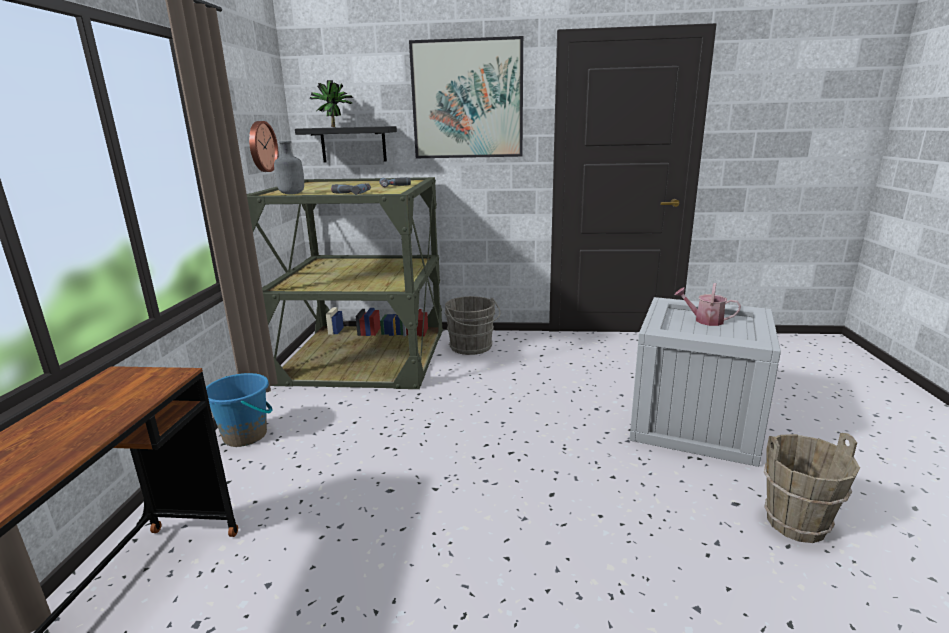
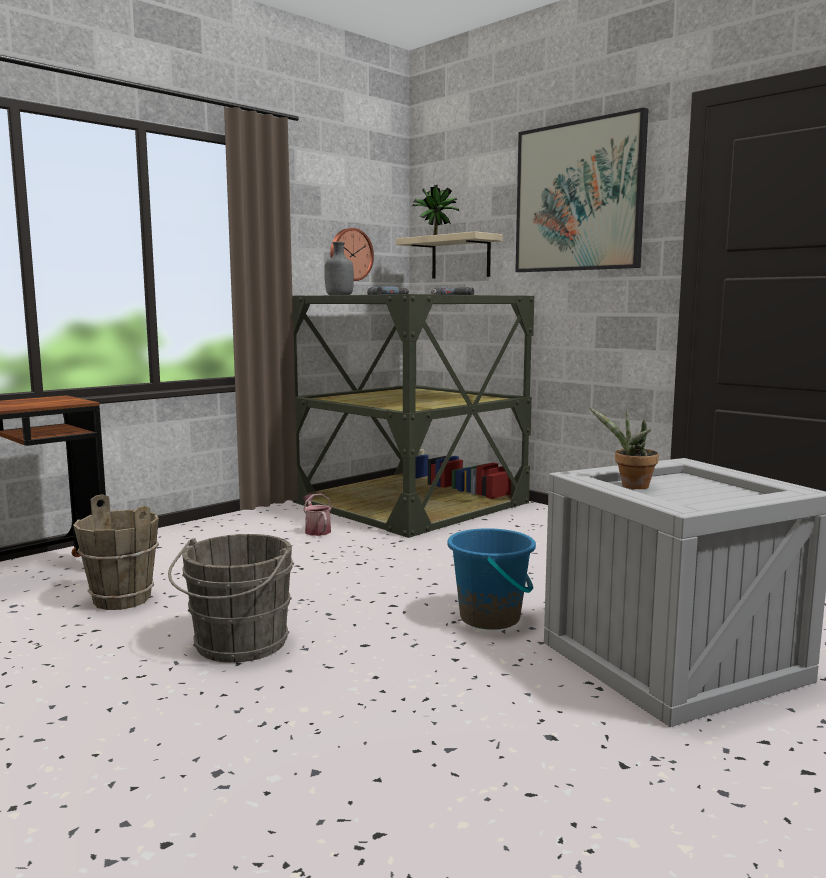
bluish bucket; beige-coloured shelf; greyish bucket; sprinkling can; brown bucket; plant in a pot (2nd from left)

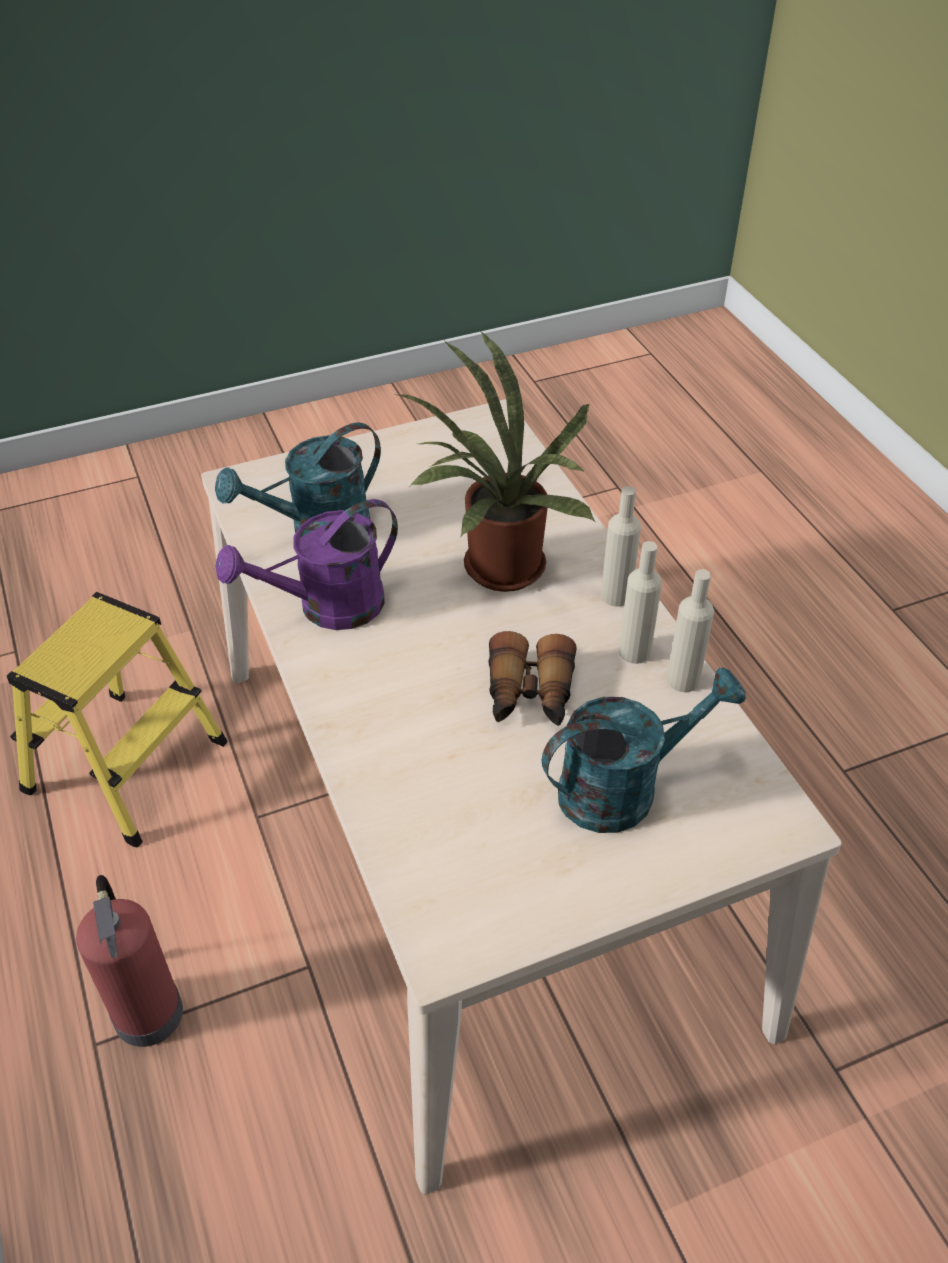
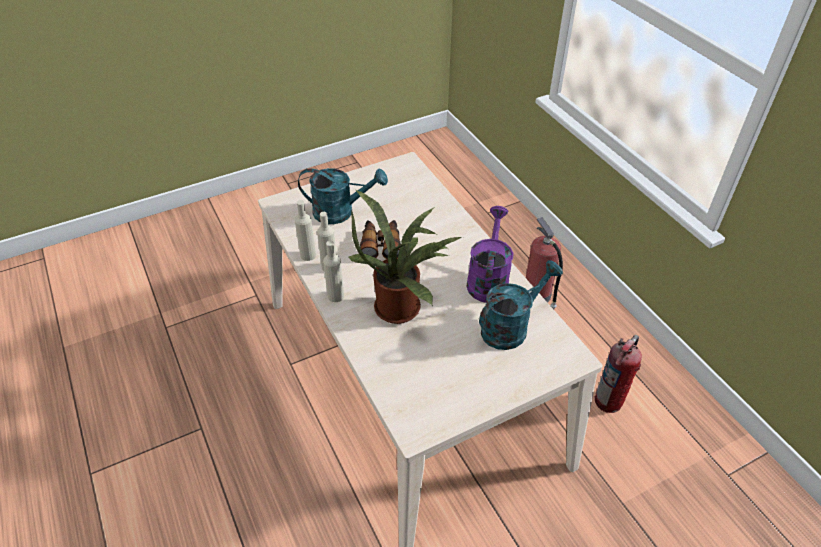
fire extinguisher (2nd from left); purplish sprinkling can; turquoise sprinkling can (1st from left)

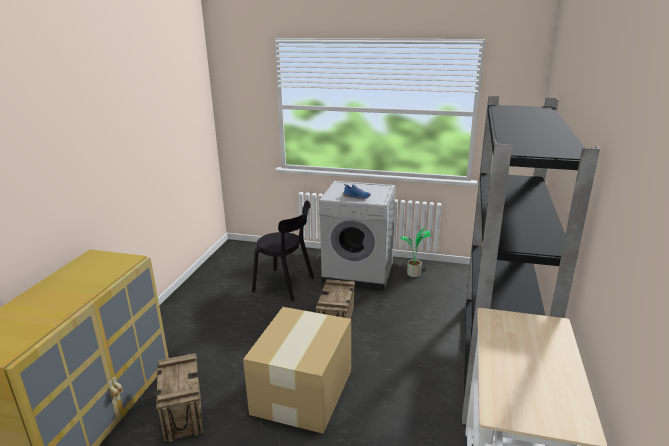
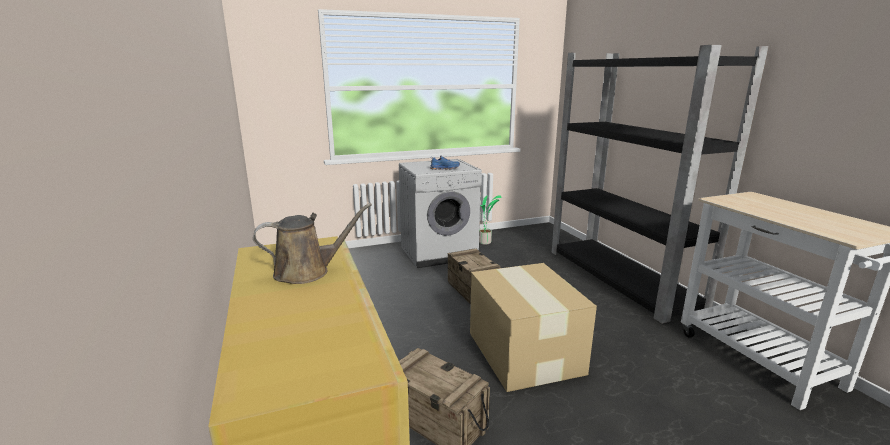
black-coloured chair; brown sprinkling can

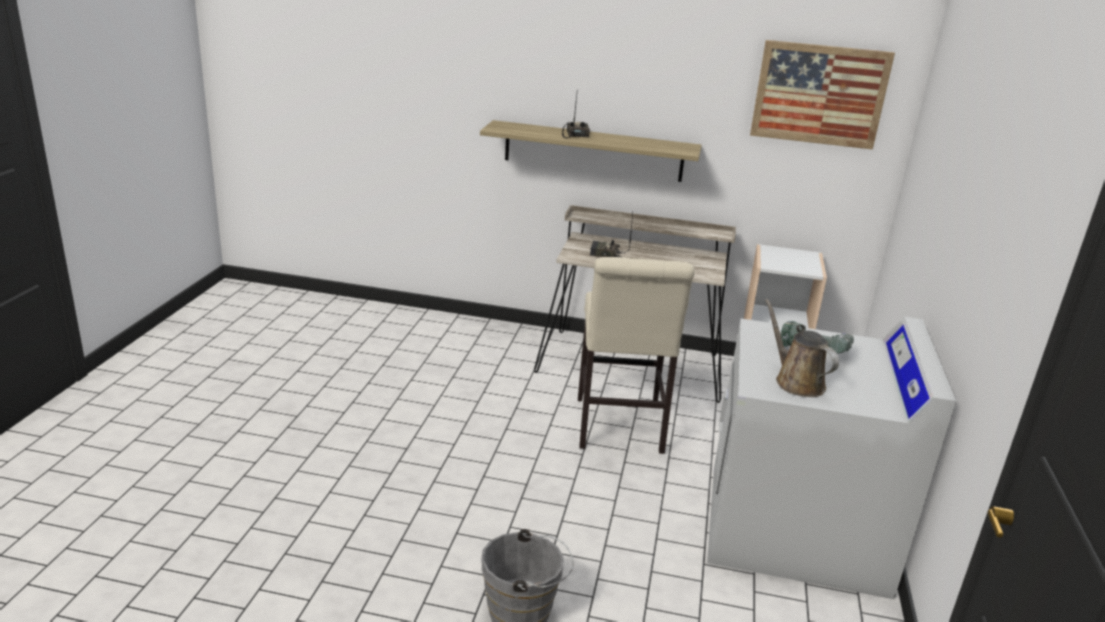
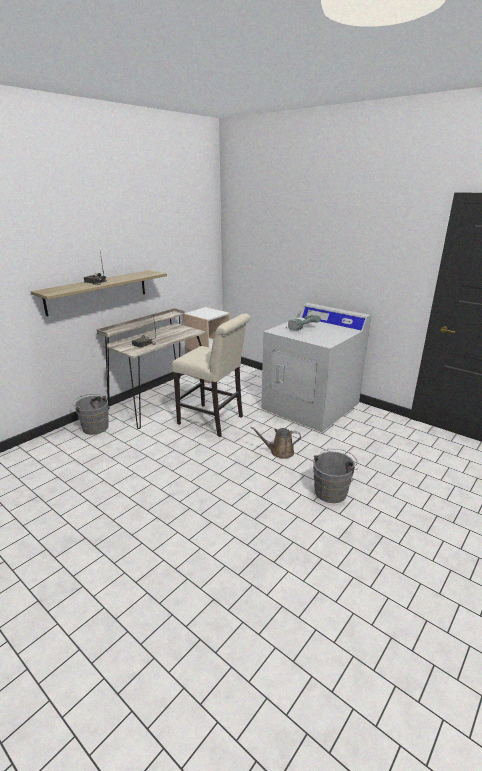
wall art; brown sprinkling can; greyish bucket (1st from left)

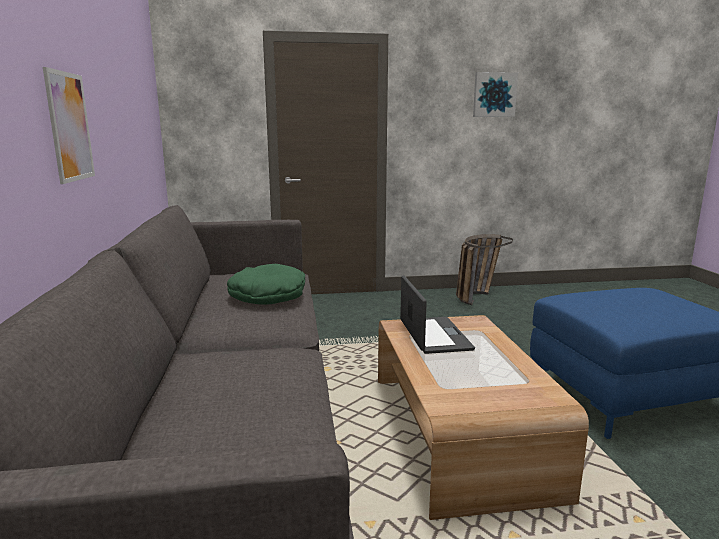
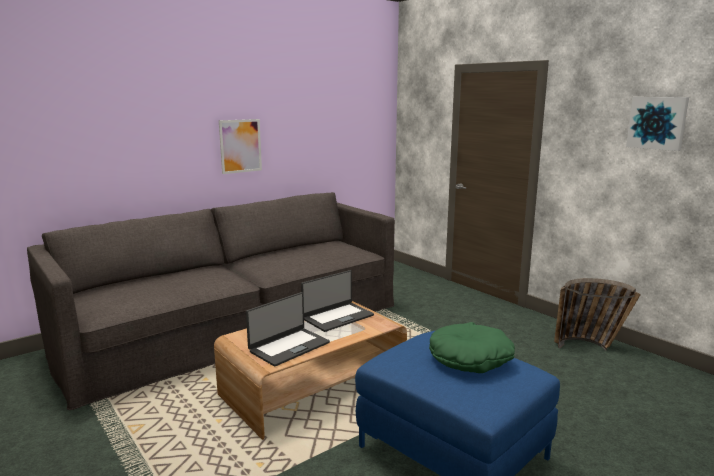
greenish throw pillow; laptop (1st from left)

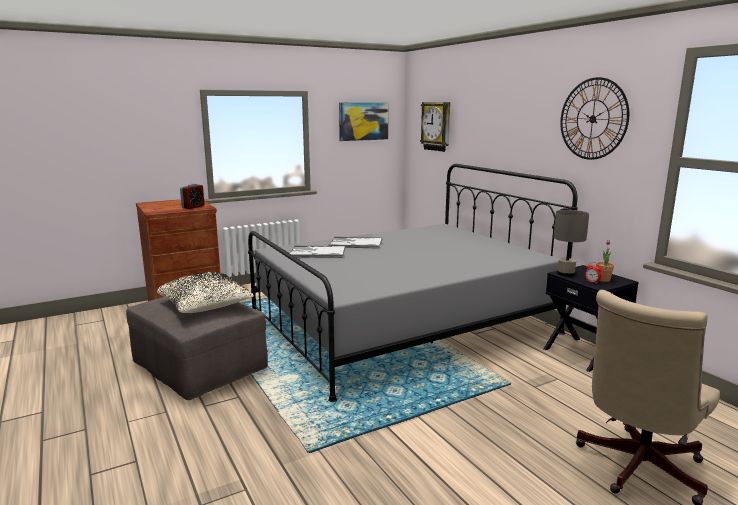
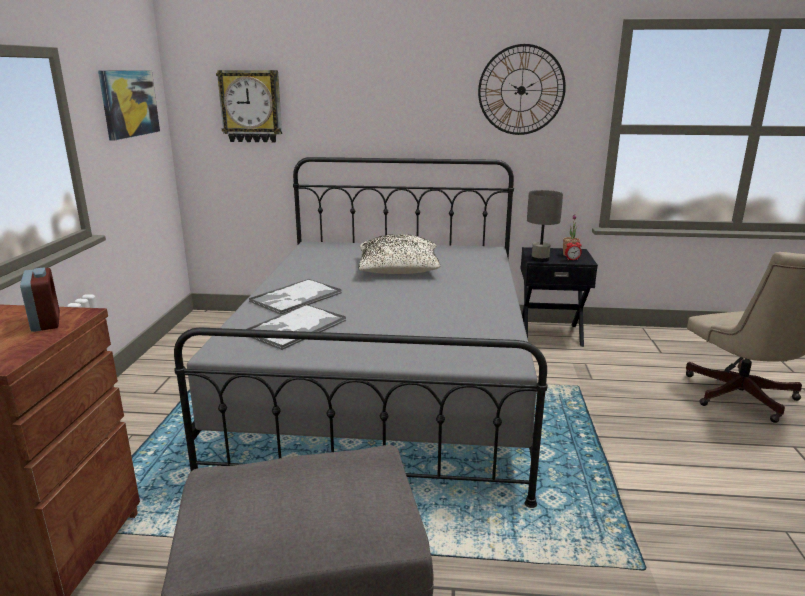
beige-coloured throw pillow

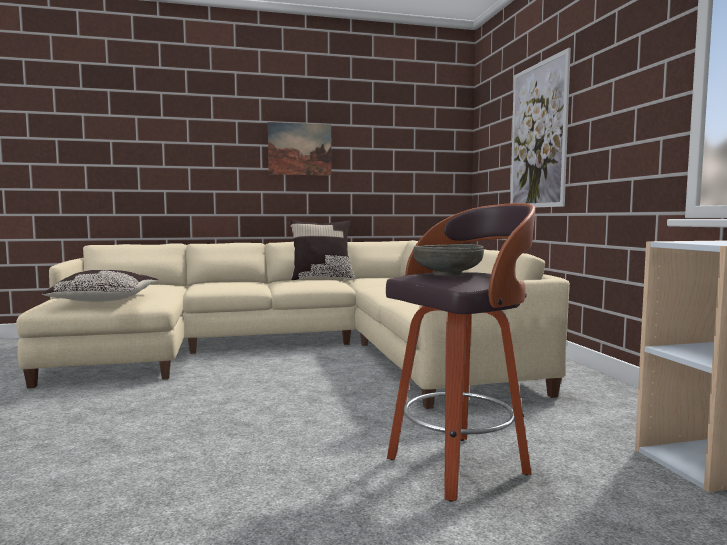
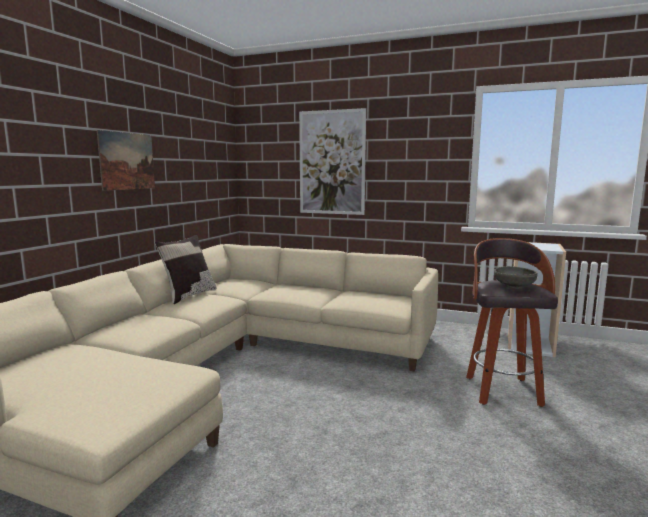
throw pillow (1st from left in the first image)

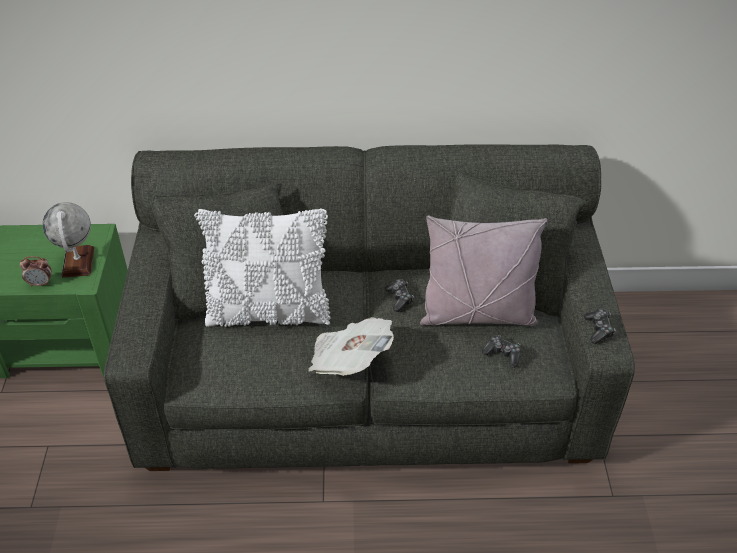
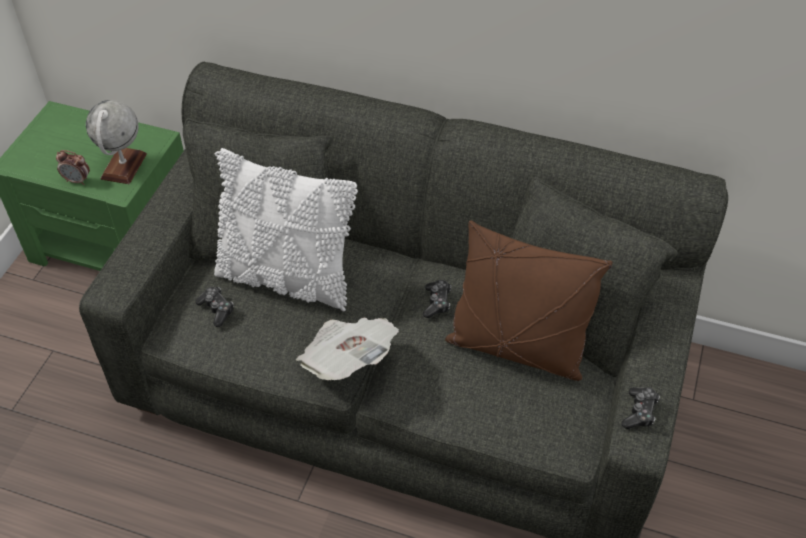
brown throw pillow; gamepad (1st from left)

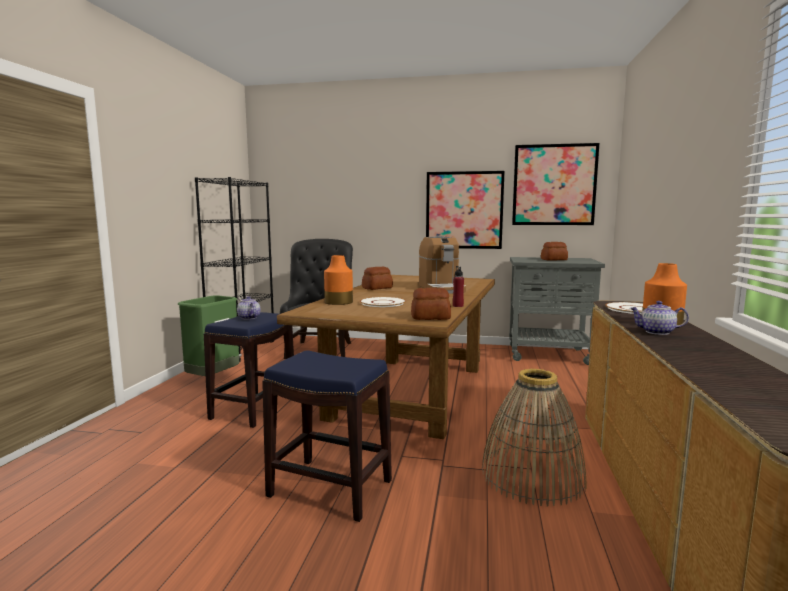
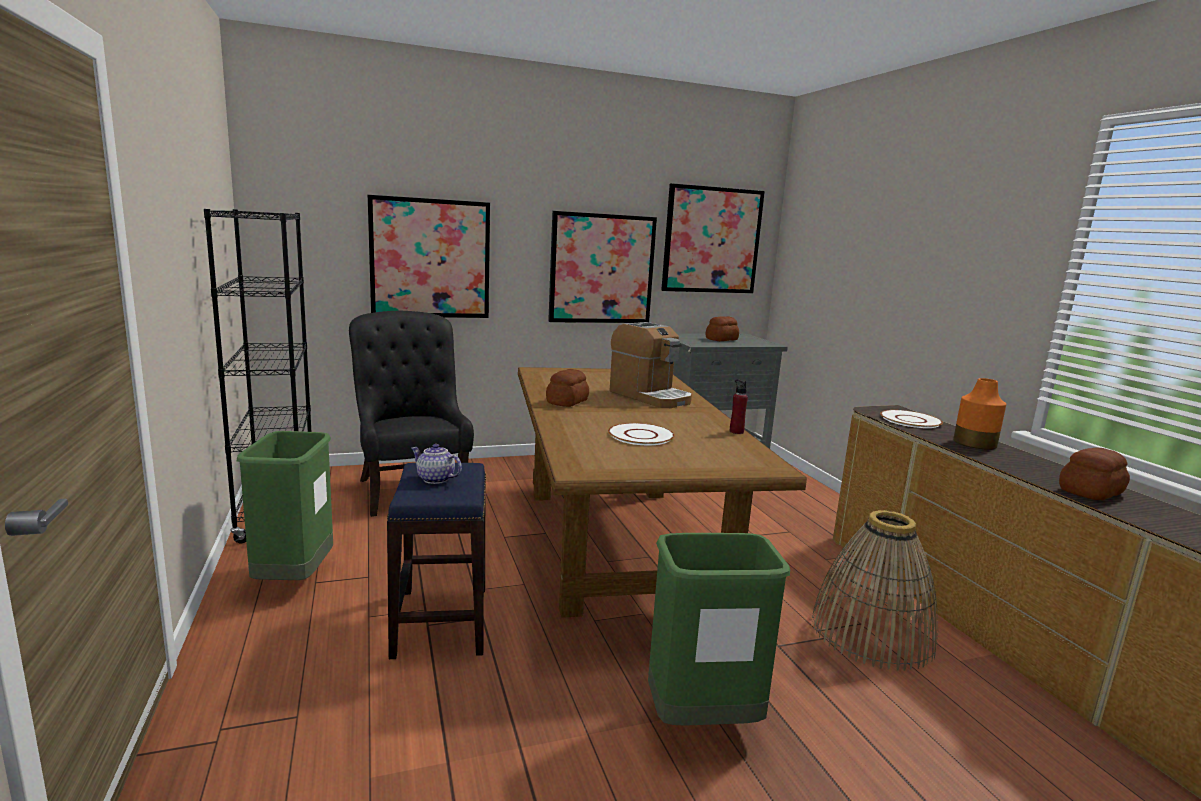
greenish waste bin (2nd from left); orange-coloured vase (1st from left in the first image); baked bread (3rd from left); pot for tea (2nd from left in the first image); wall art (1st from left)

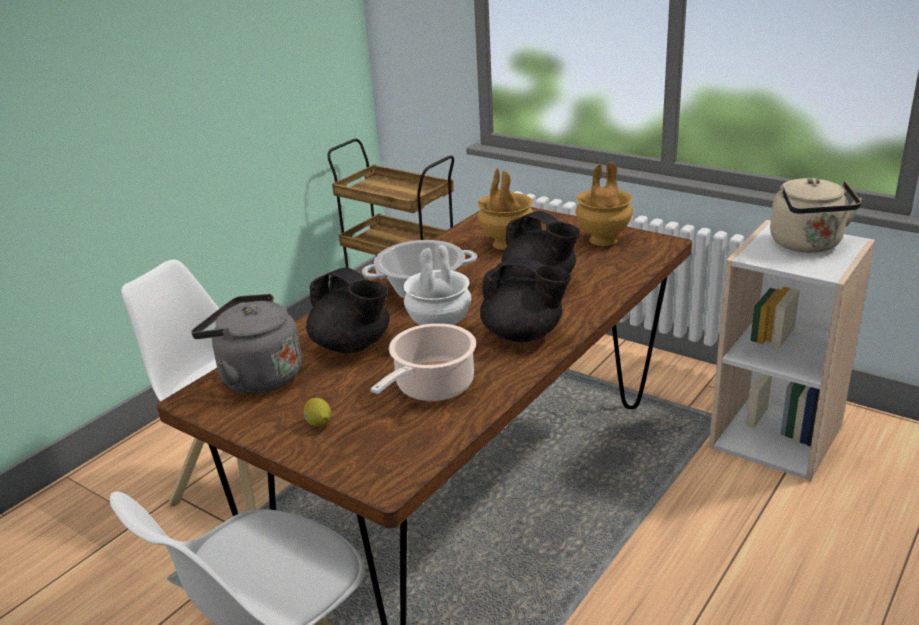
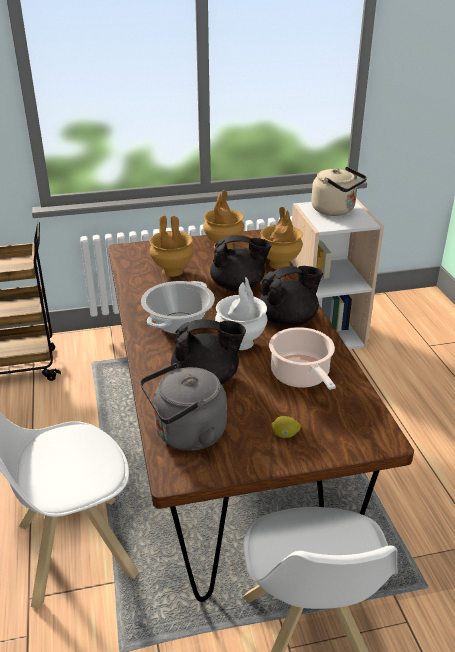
brown vase (3rd from left)

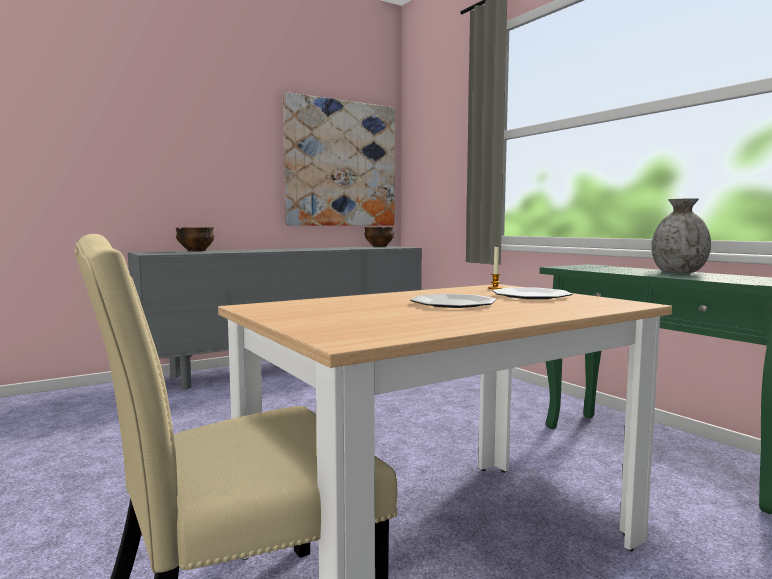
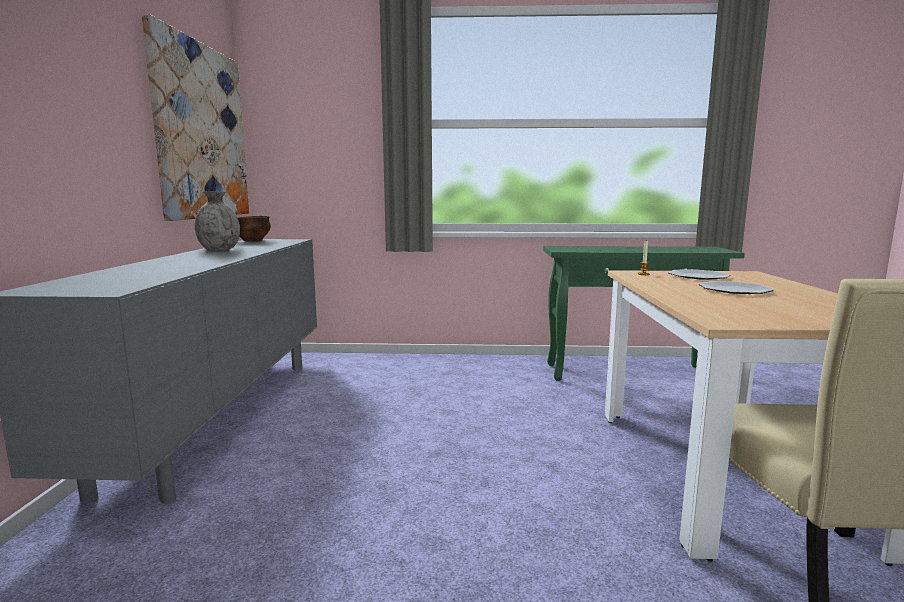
bowl (1st from left in the first image); greyish vase

